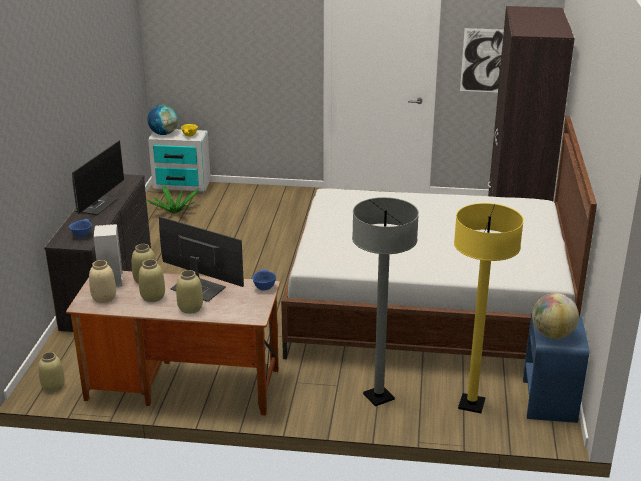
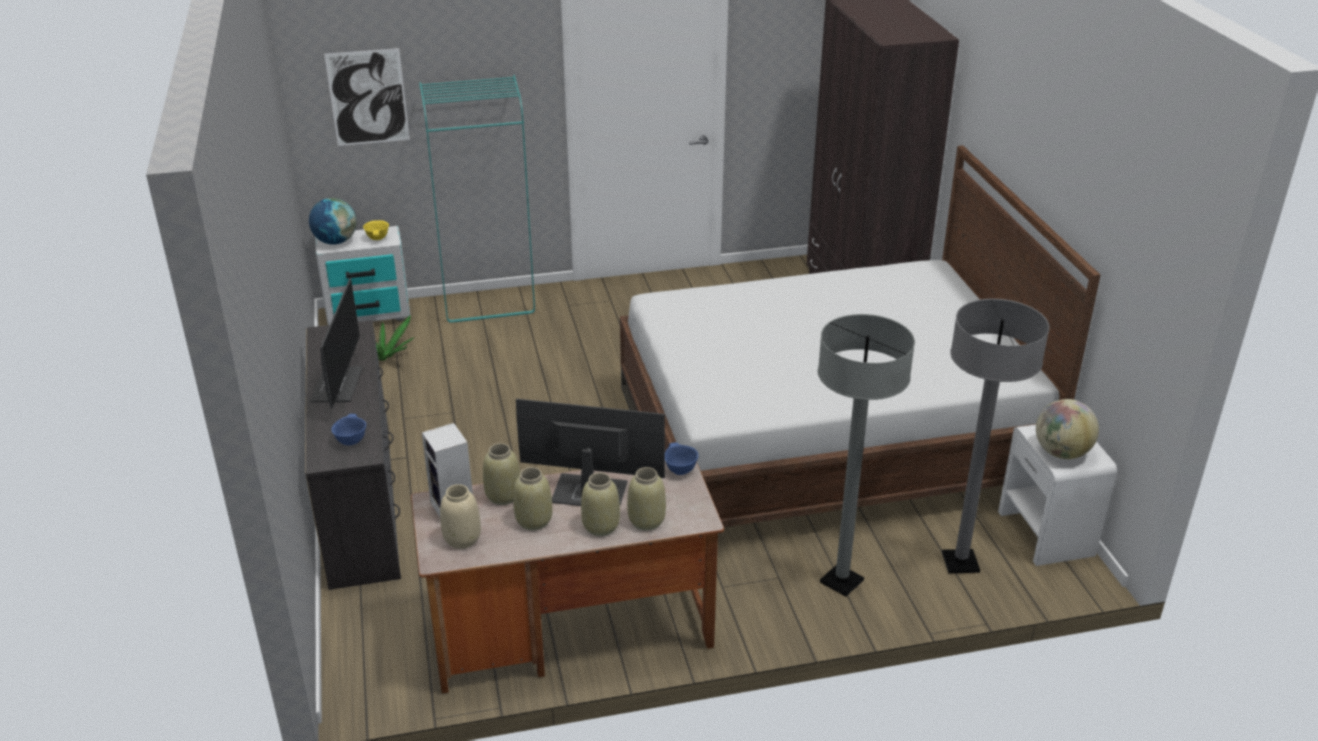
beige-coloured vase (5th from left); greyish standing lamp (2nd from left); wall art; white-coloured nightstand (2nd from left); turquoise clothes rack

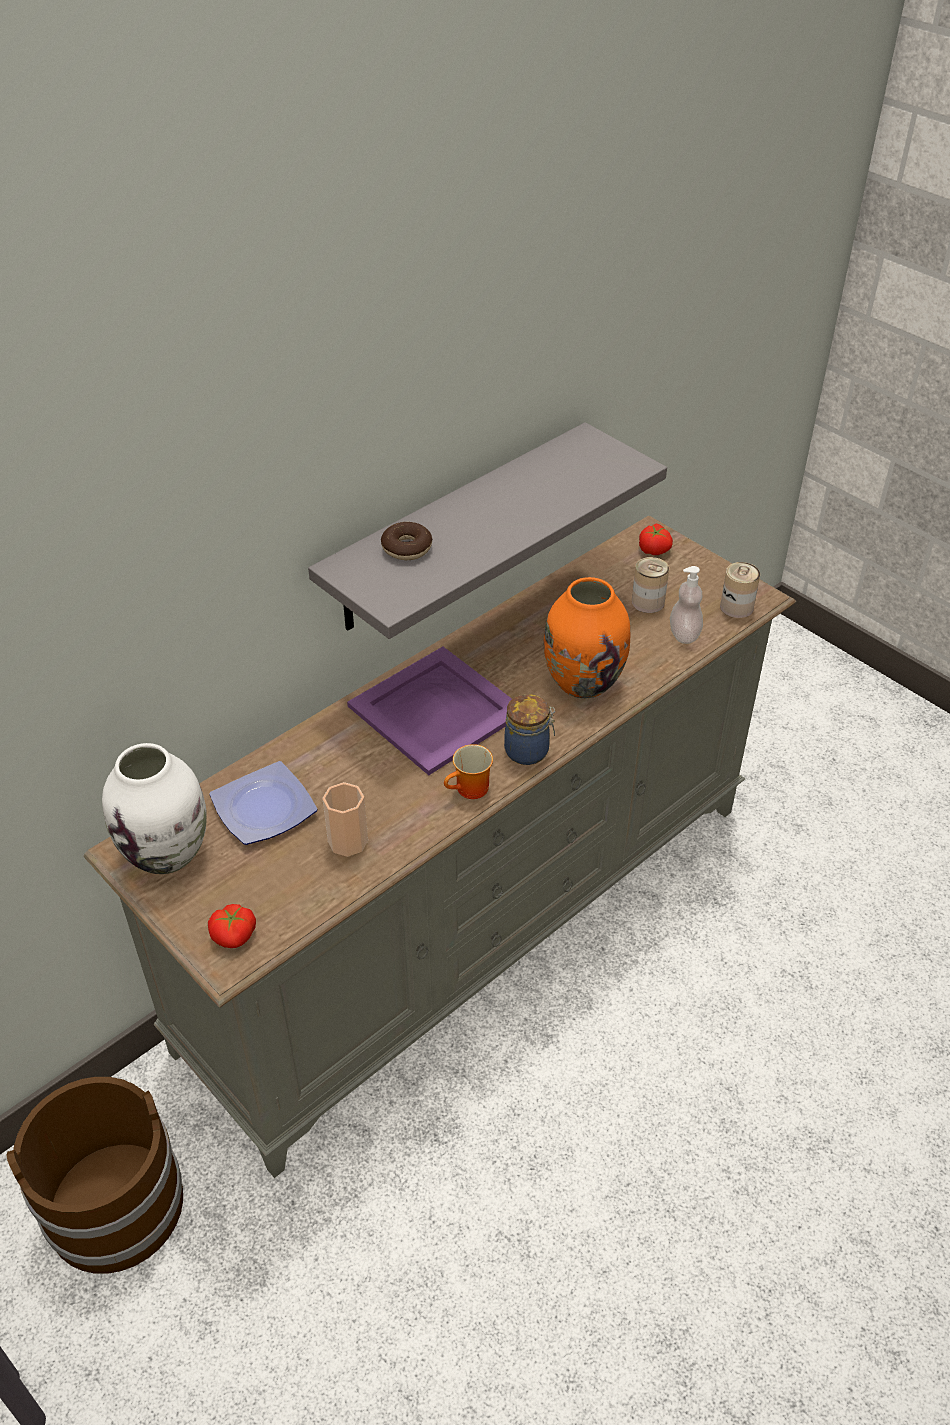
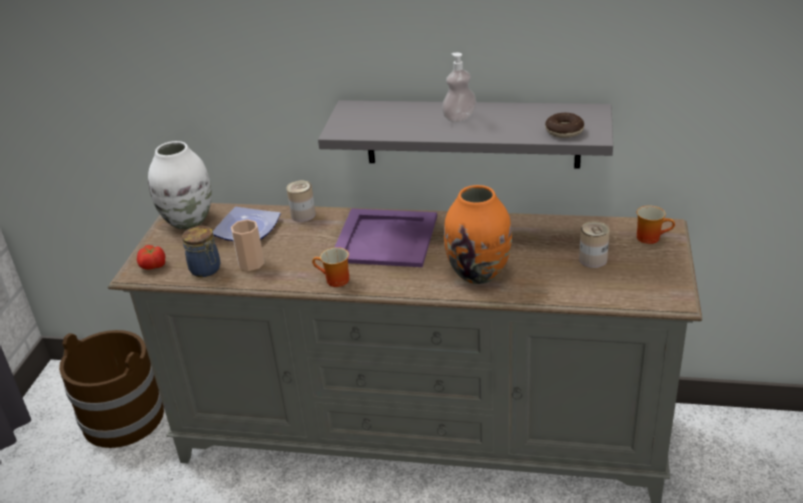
donut; storage jar; tea mug (2nd from left); liquid soap bottle; sealed can (1st from left)

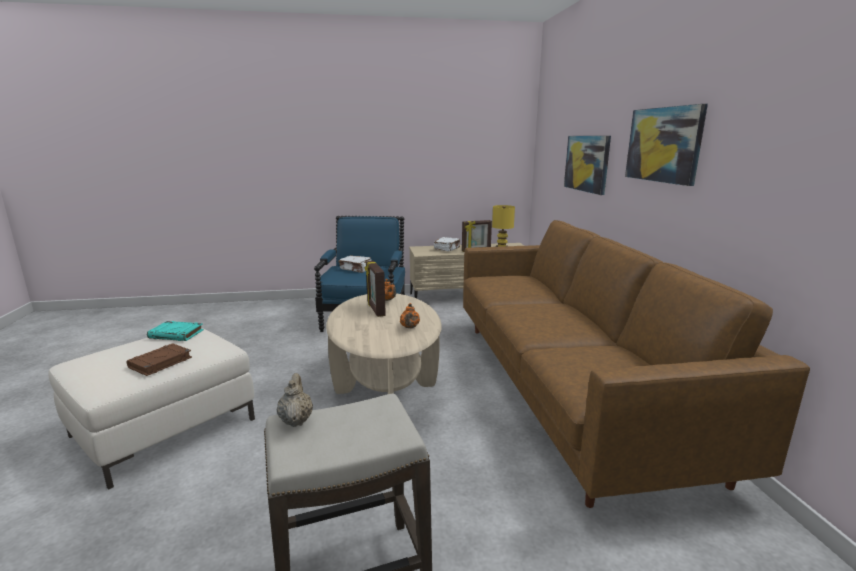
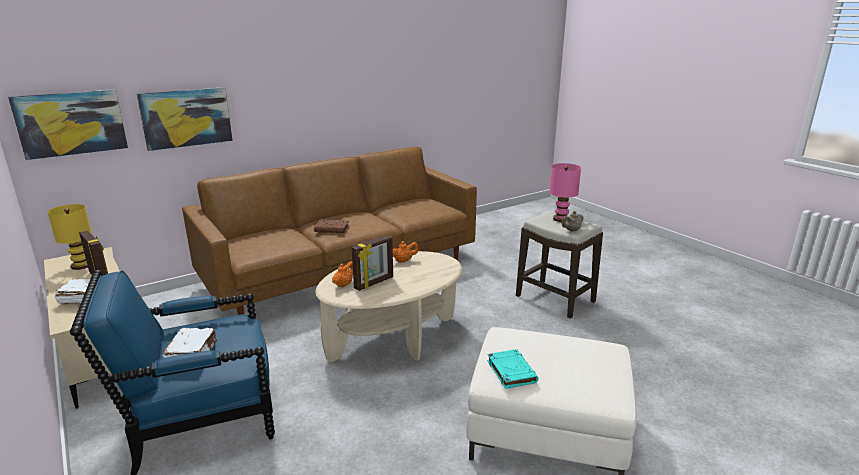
brown volume; wall art (1st from left); pinkish table lamp

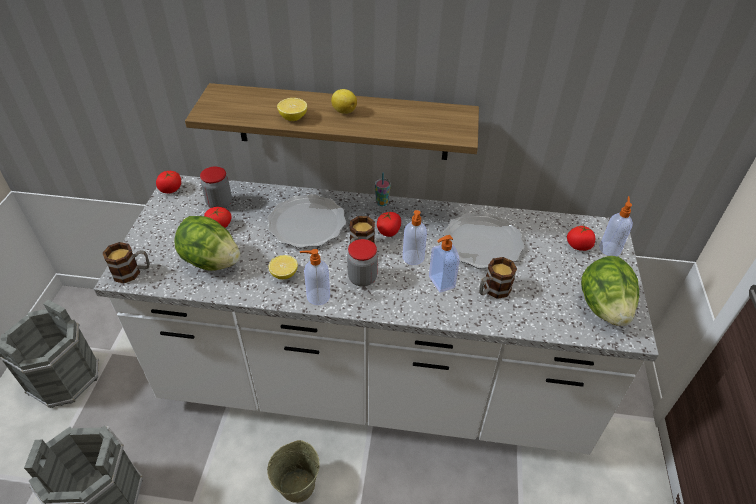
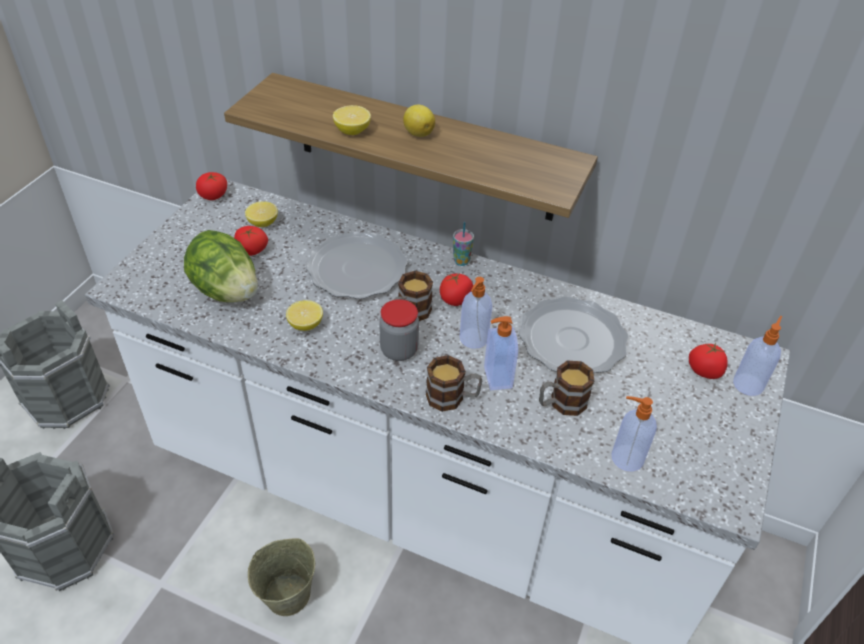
tea mug (2nd from left); citrus fruit (1st from left); liquid soap bottle (3rd from left); lettuce (2nd from left in the first image)

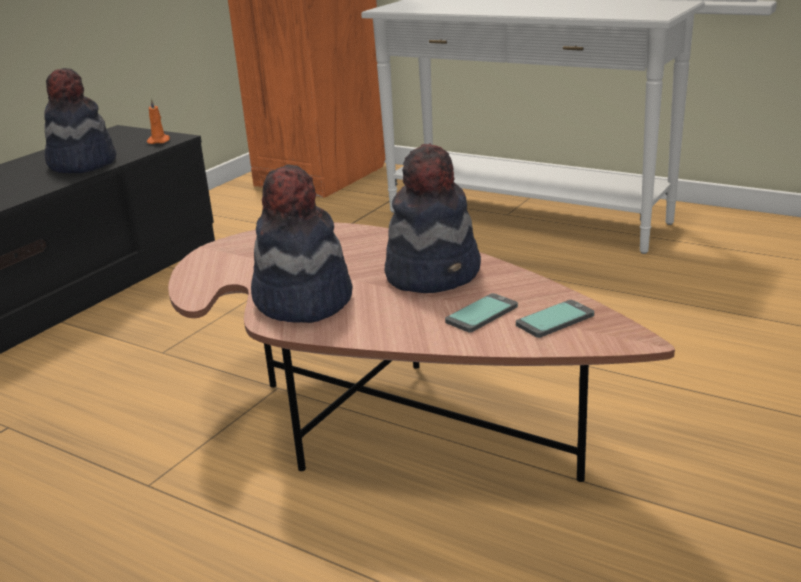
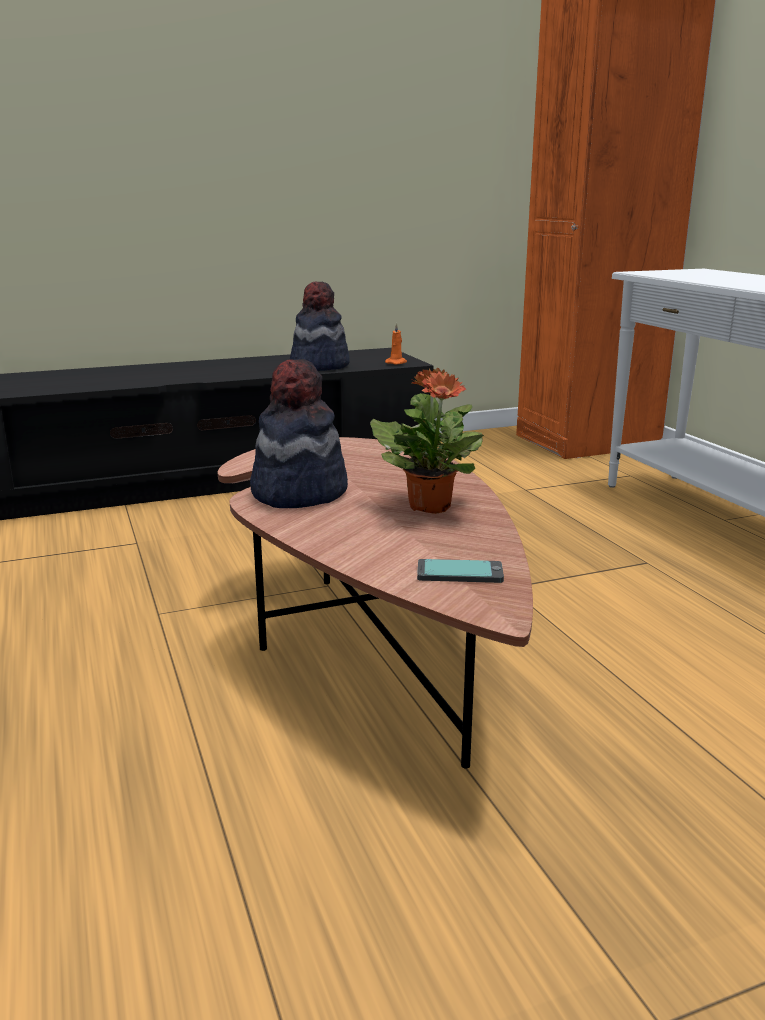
plant in a pot; phone (1st from left in the first image)

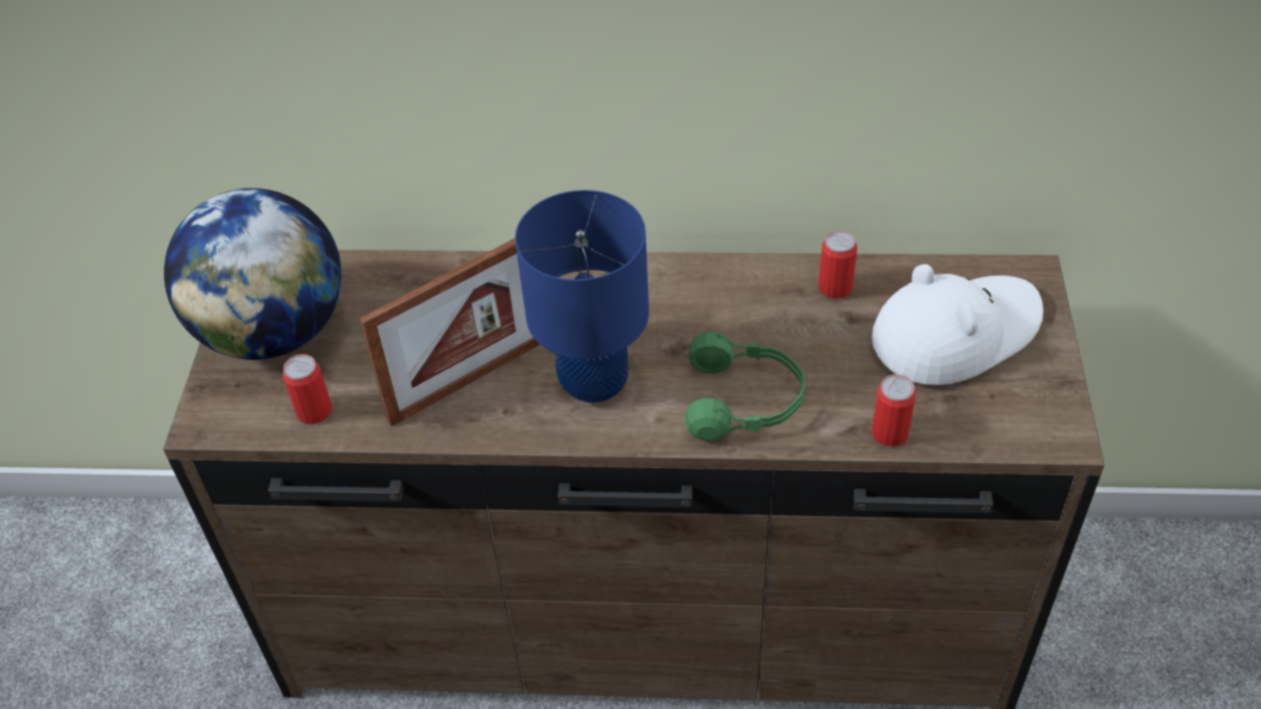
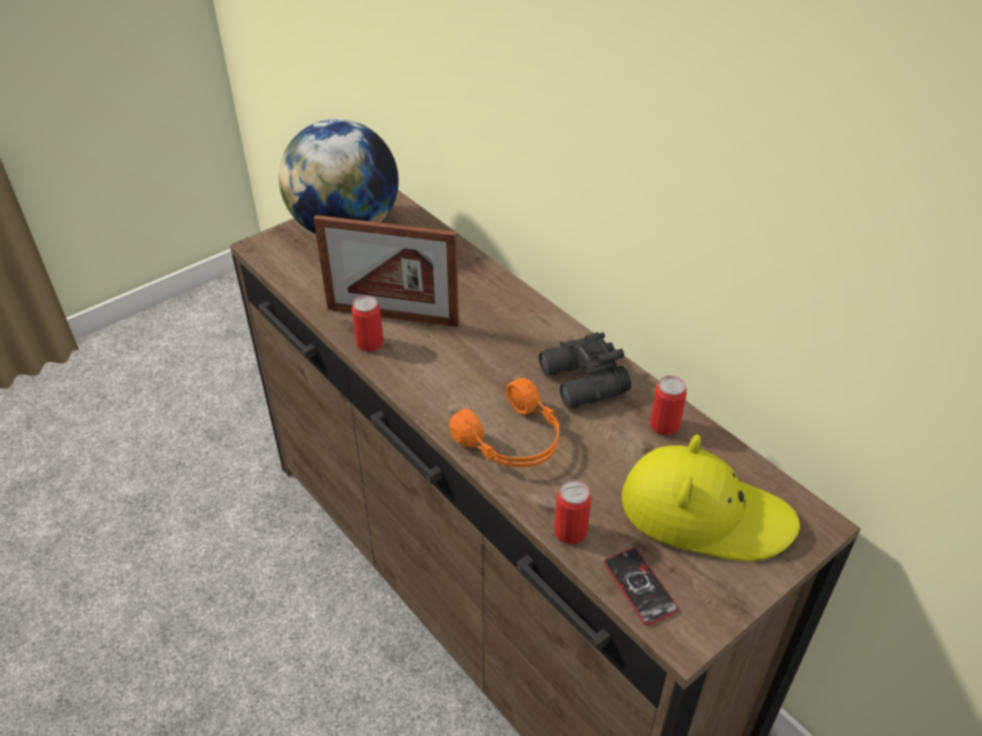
sealed can (1st from left); bluish table lamp; orange-coloured headset; yellow-coloured wearable hat; black-coloured field glasses; phone

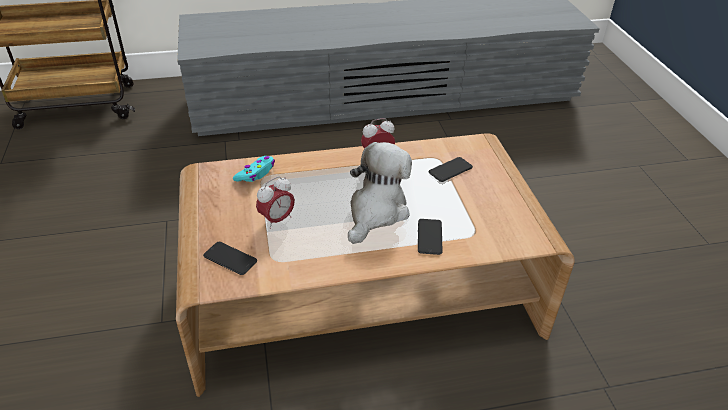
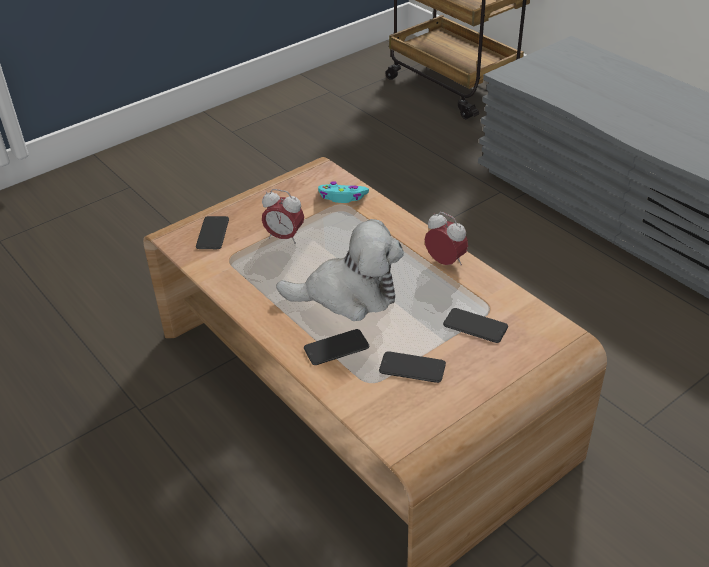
phone (3rd from left)

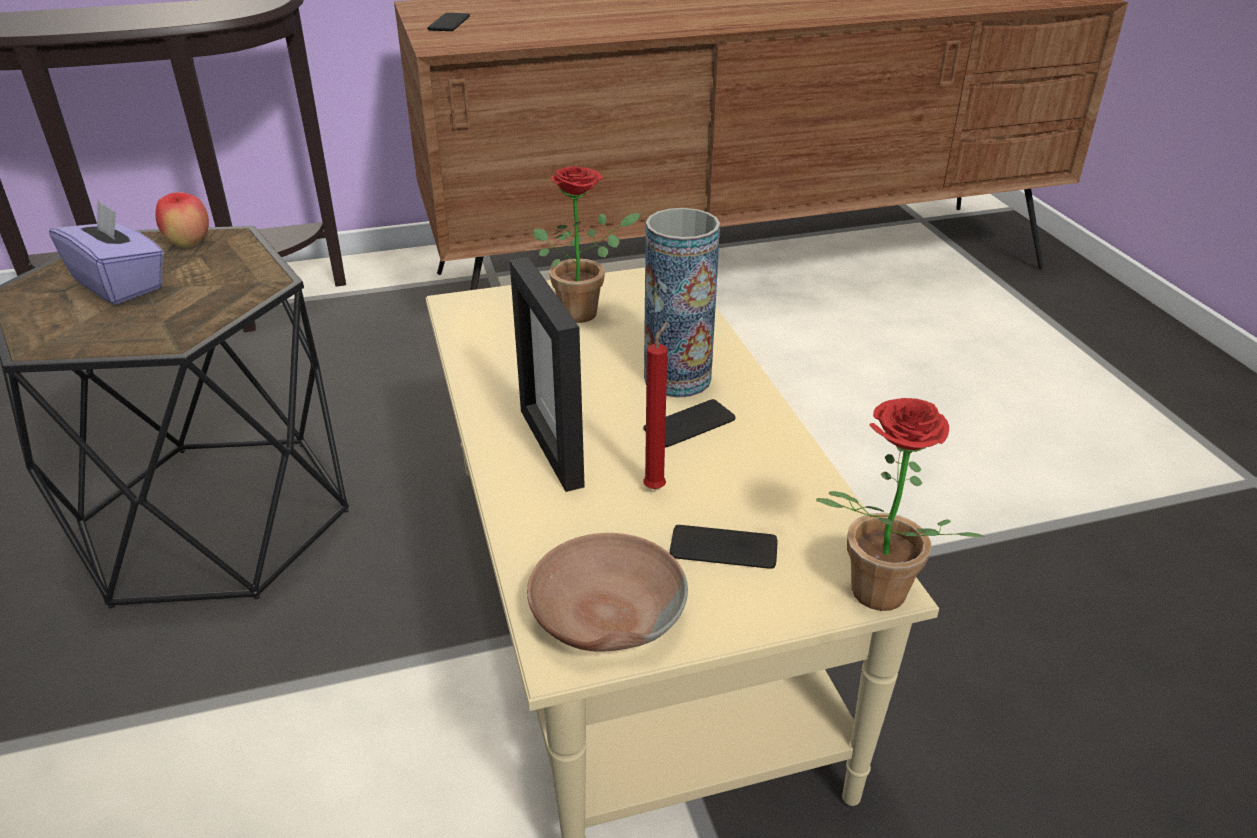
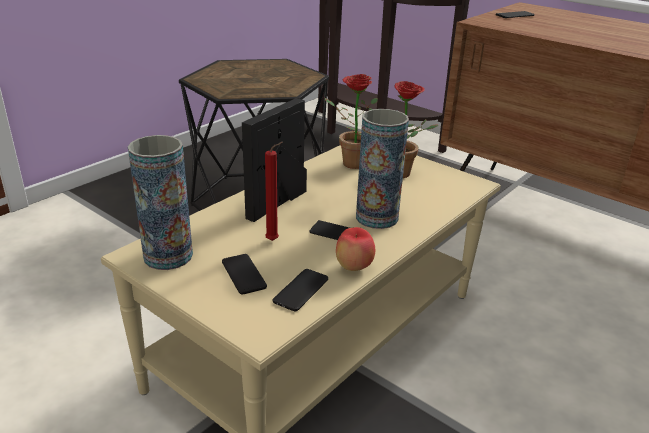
purplish tissue holder; apple fruit; vase (1st from left); plant in a pot (1st from left); phone (2nd from left)

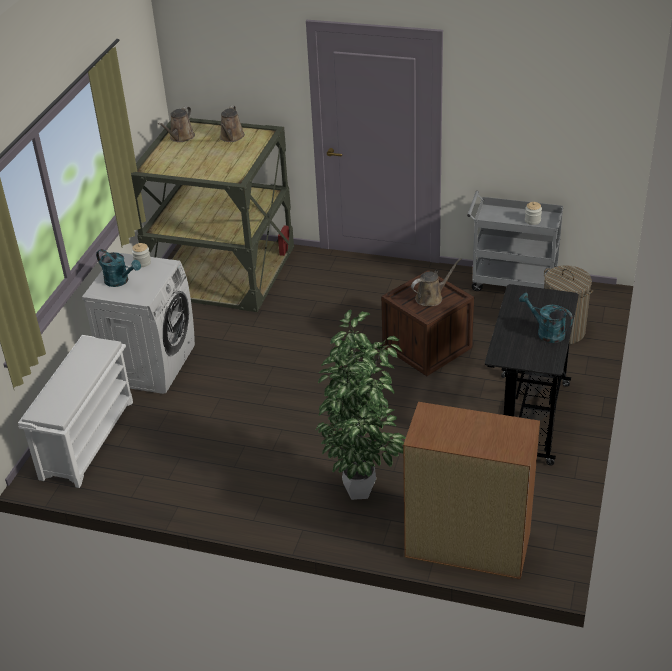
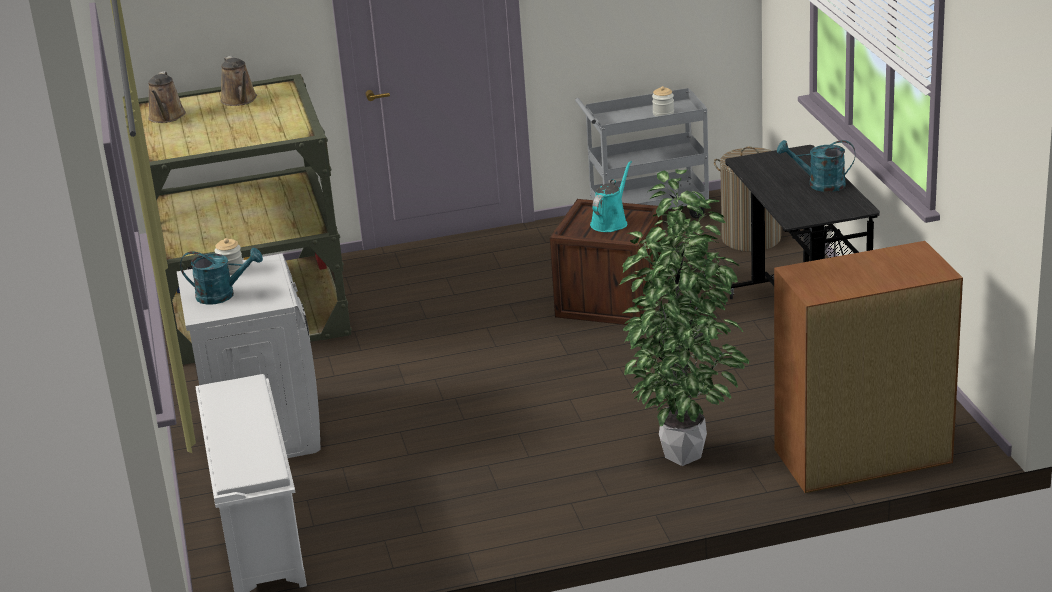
turquoise sprinkling can (2nd from left)

